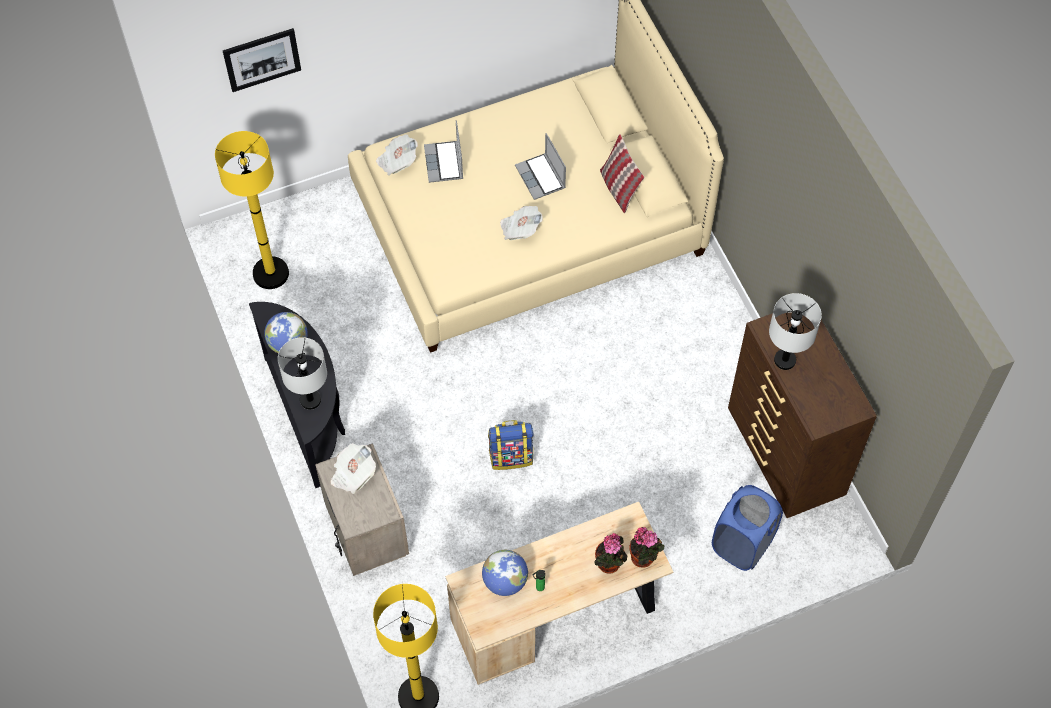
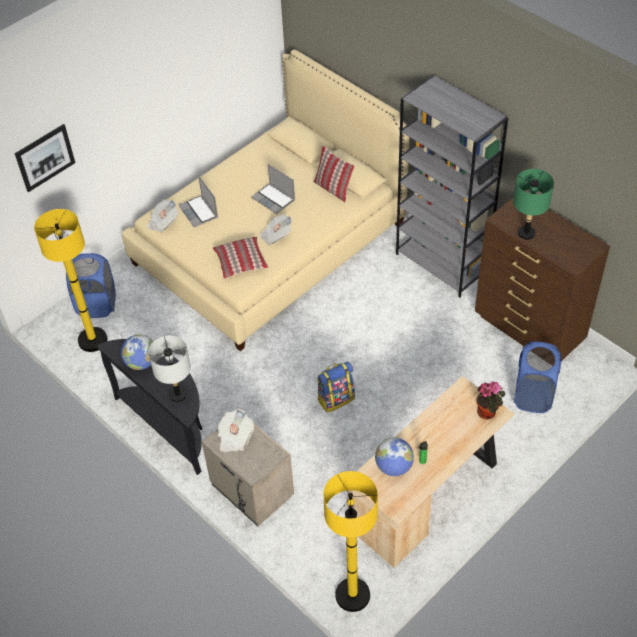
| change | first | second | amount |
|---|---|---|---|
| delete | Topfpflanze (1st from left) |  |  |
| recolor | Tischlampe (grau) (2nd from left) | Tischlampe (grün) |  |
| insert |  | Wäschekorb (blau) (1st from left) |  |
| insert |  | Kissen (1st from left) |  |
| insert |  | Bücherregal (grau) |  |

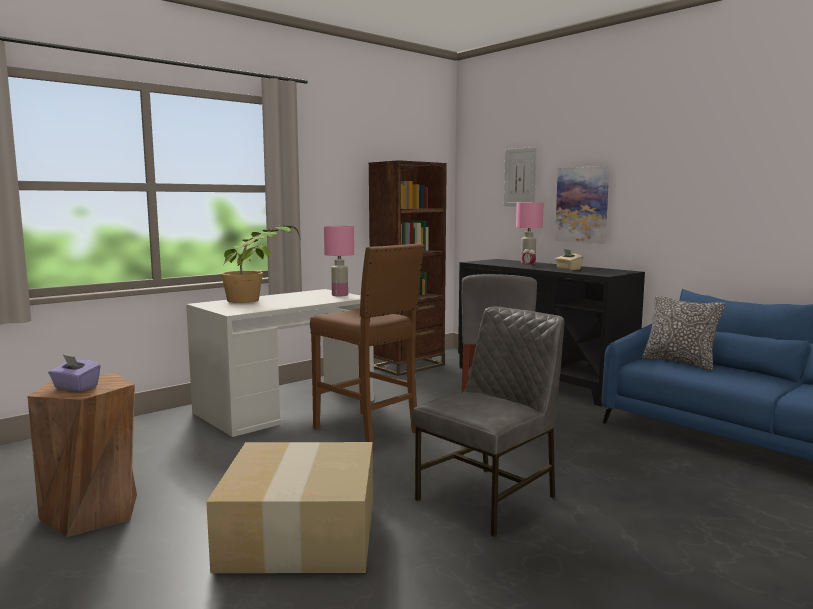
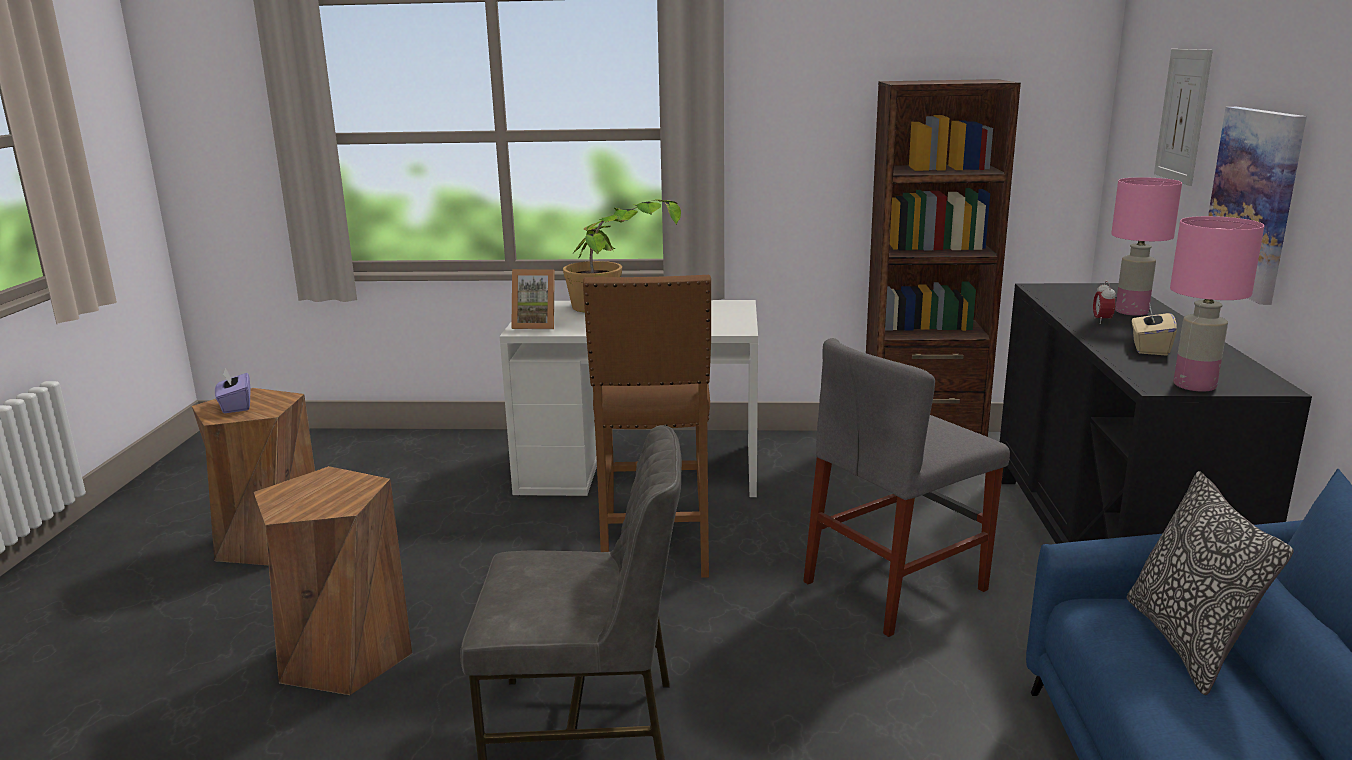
| change | first | second | amount |
|---|---|---|---|
| replace | Karton | Hocker (braun) (2nd from left) |  |
| move | Tischlampe (rosa) (1st from left in the first image) | Tischlampe (rosa) (2nd from left) |  |
| insert |  | Bilderrahmen |  |

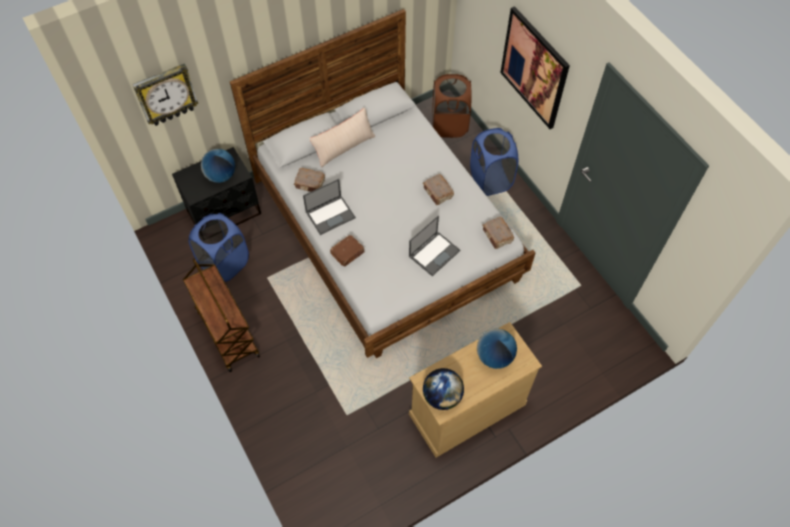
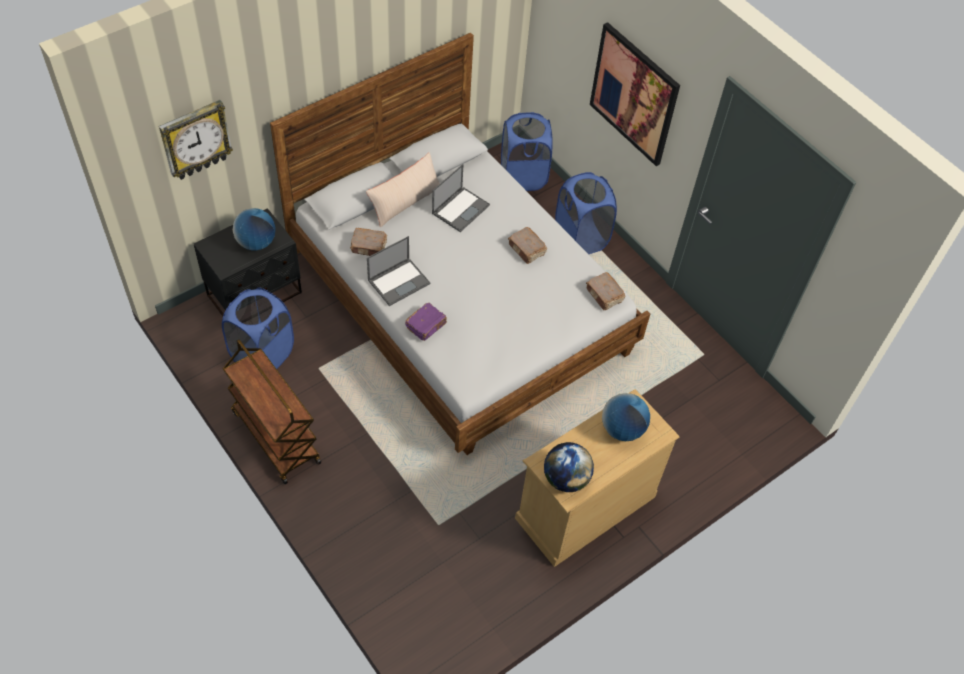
| change | first | second | amount |
|---|---|---|---|
| recolor | Buch (braun) (2nd from left) | Buch (lila) |  |
| move | Laptop (2nd from left) |  |  |
| recolor | Wäschekorb (braun) | Wäschekorb (blau) (2nd from left) |  |

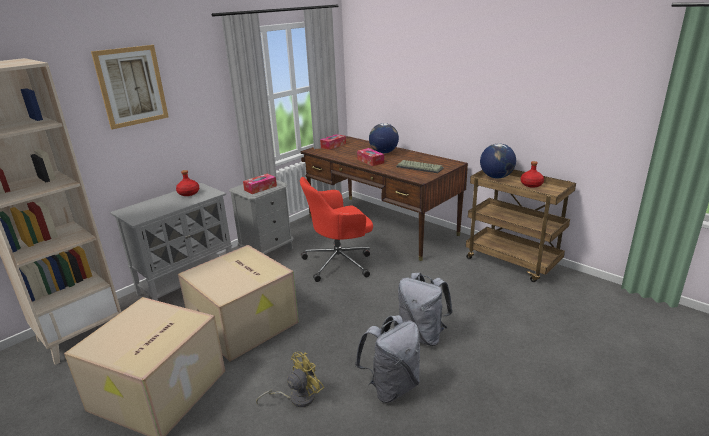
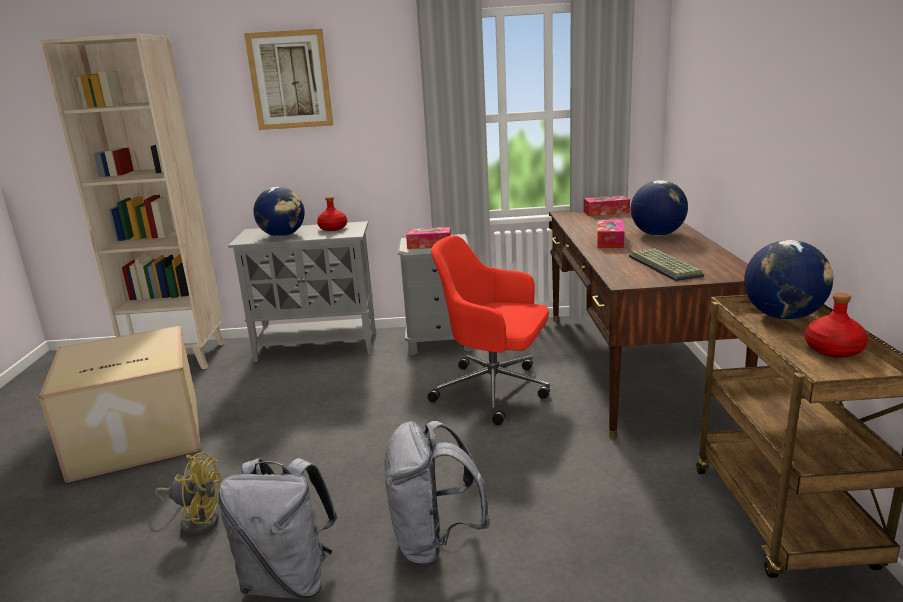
| change | first | second | amount |
|---|---|---|---|
| delete | Karton (2nd from left) |  |  |
| insert |  | Globus (1st from left) |  |

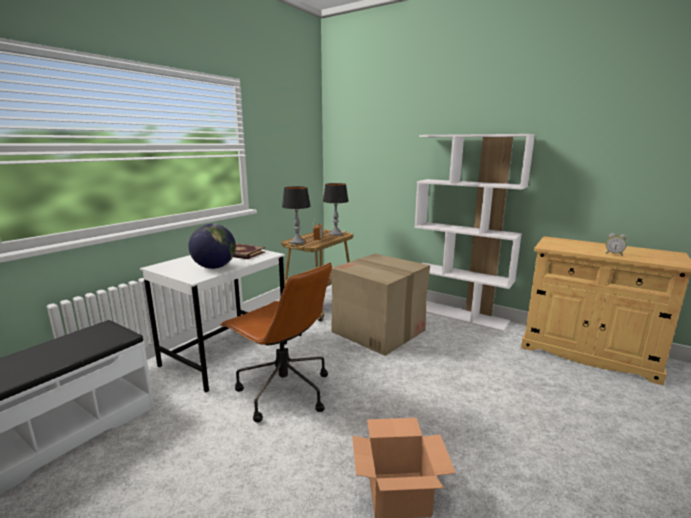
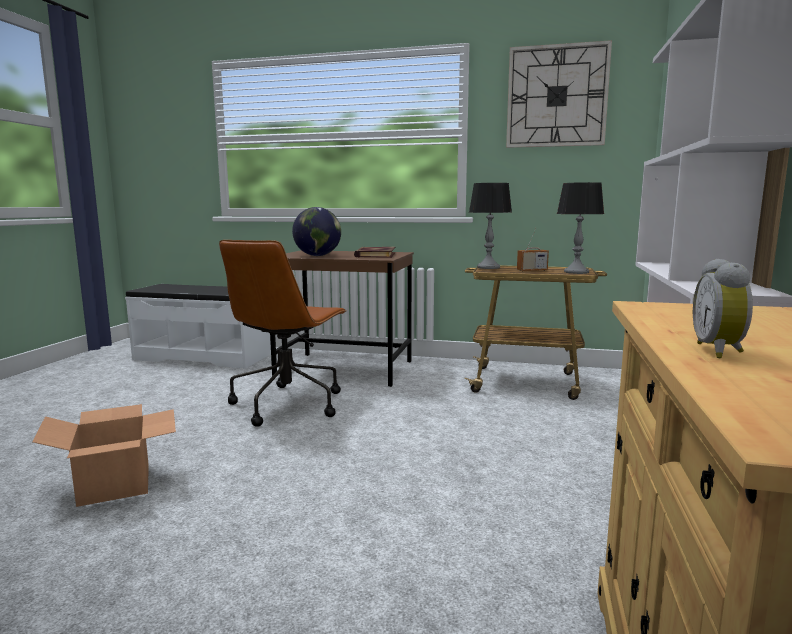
| change | first | second | amount |
|---|---|---|---|
| recolor | Schreibtisch (weiß) | Schreibtisch (braun) |  |
| delete | Karton (1st from left) |  |  |
| insert |  | Wanduhr |  |

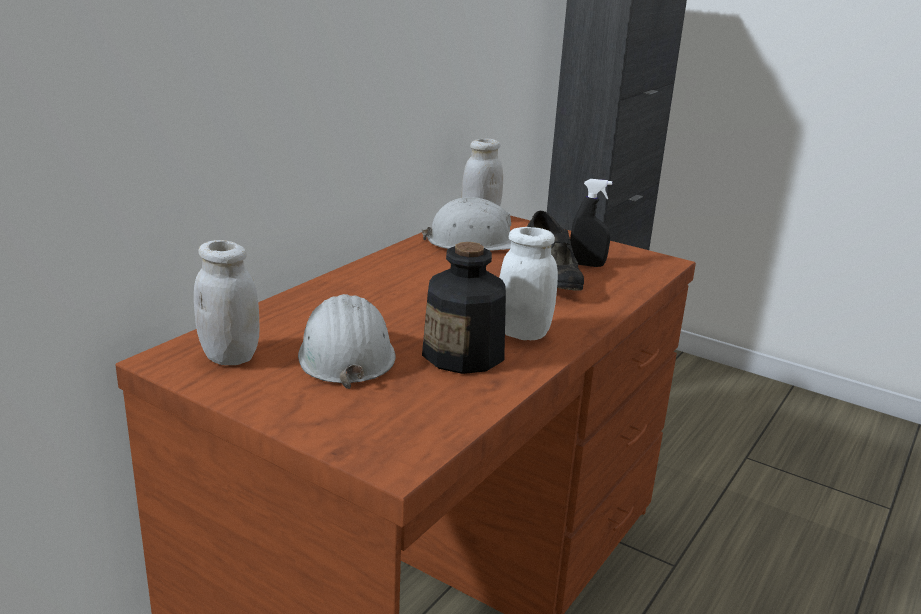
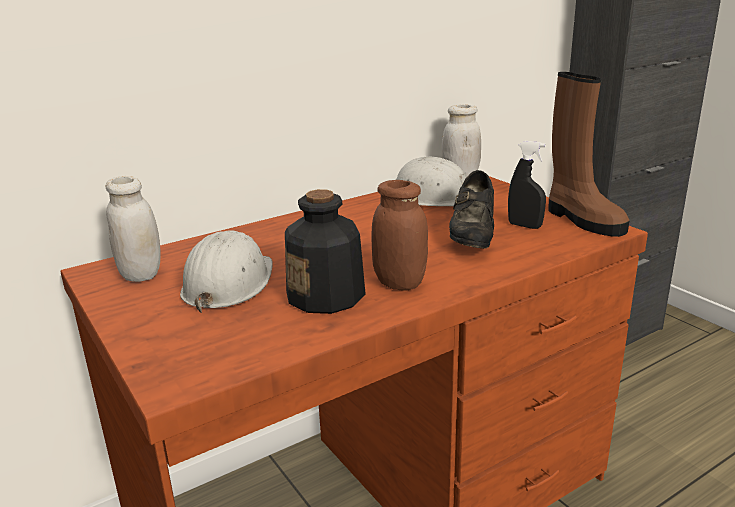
| change | first | second | amount |
|---|---|---|---|
| recolor | Vorratsglas (weiß) (3rd from left) | Vorratsglas (braun) |  |
| insert |  | Stiefel (braun) |  |

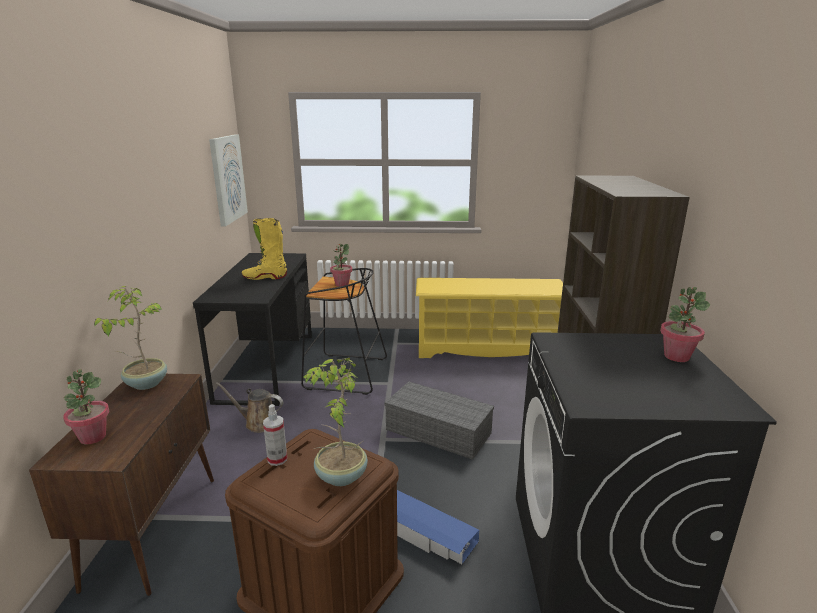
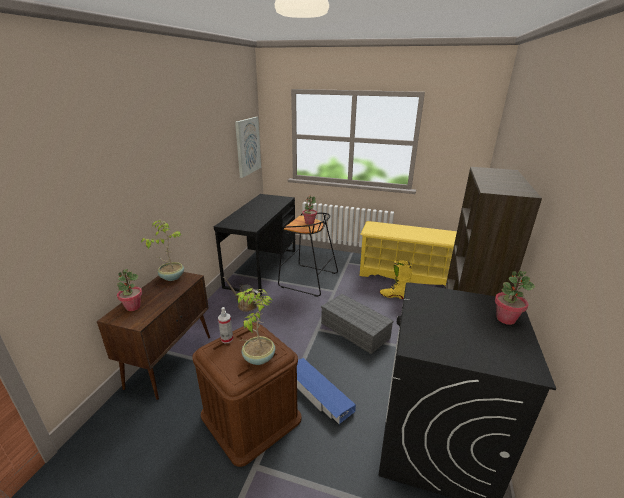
| change | first | second | amount |
|---|---|---|---|
| move | Stiefel (gelb) |  |  |

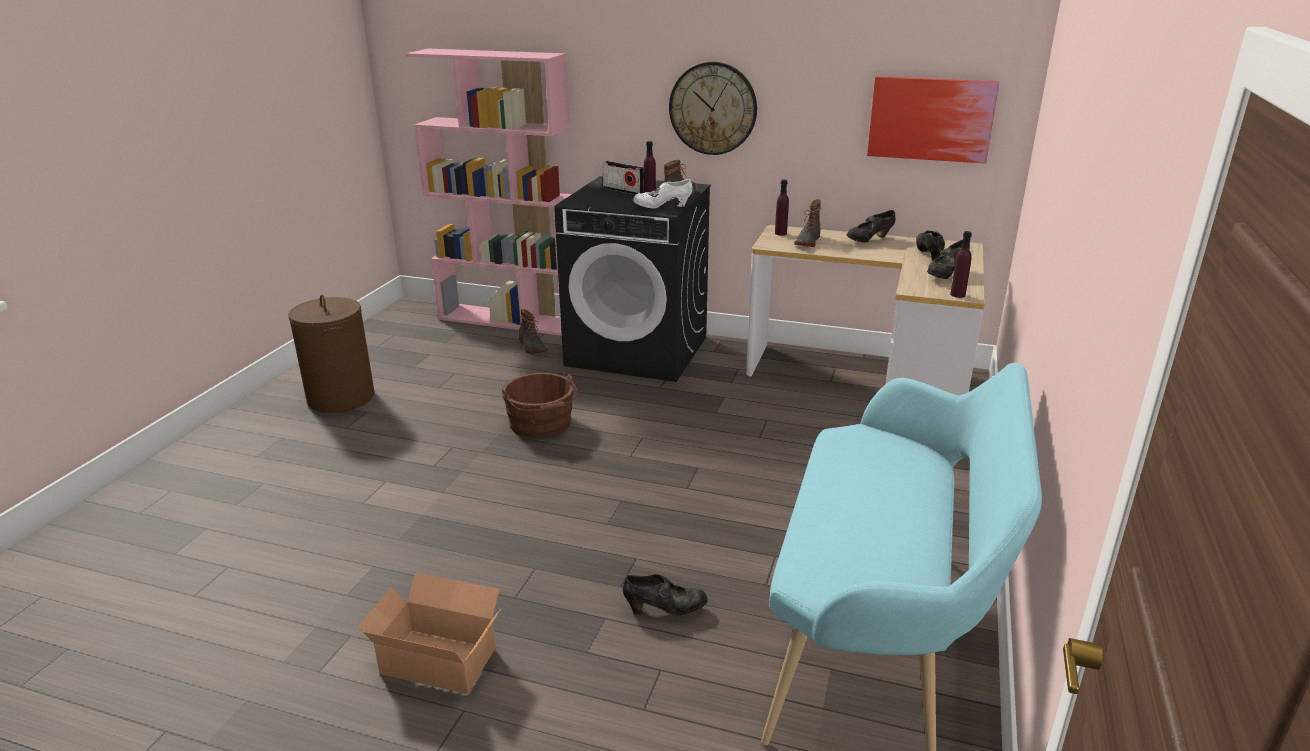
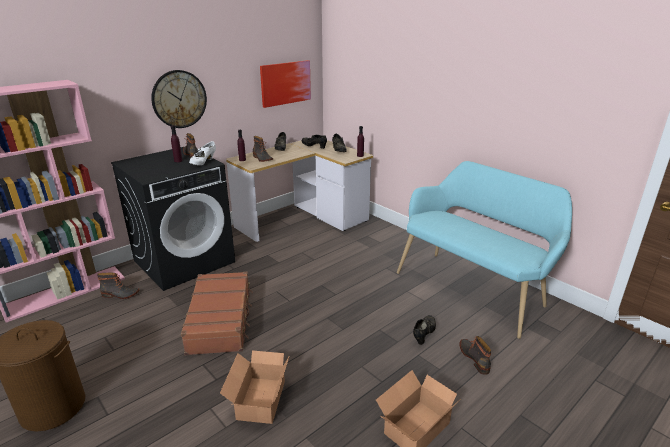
| change | first | second | amount |
|---|---|---|---|
| replace | Eimer (braun) | Koffer (braun) |  |
| delete | Radio |  |  |
| insert |  | Karton (1st from left) |  |
| insert |  | Stiefel (4th from left) |  |

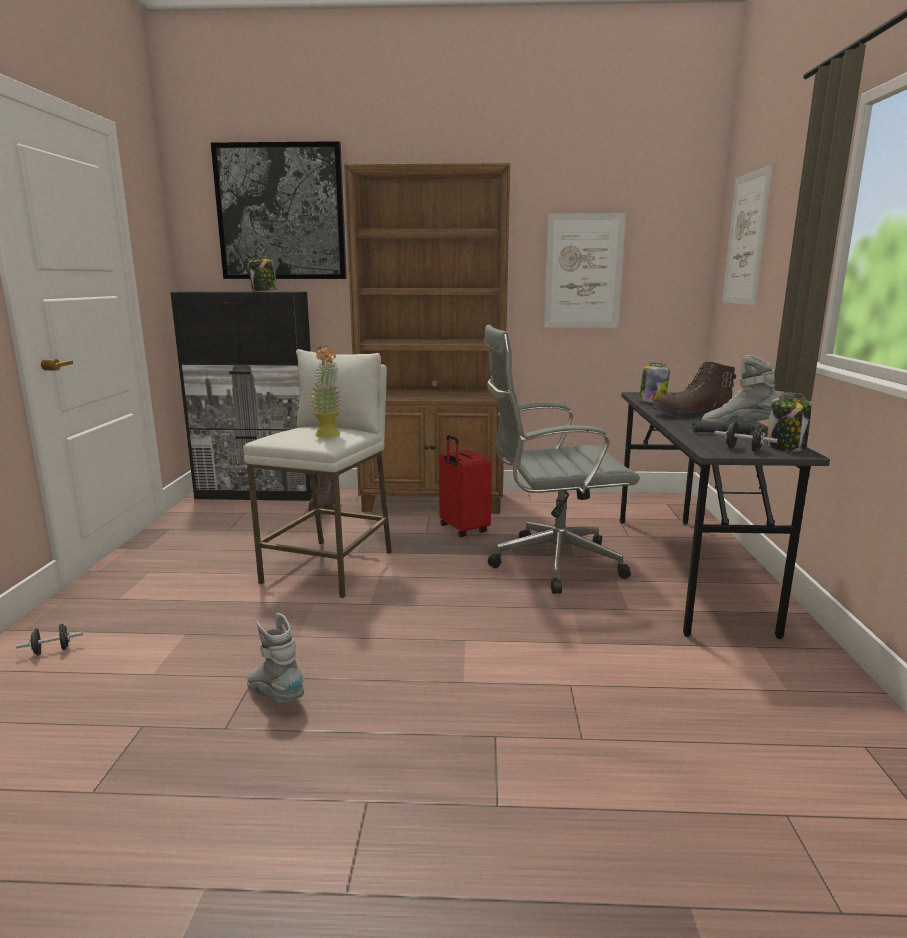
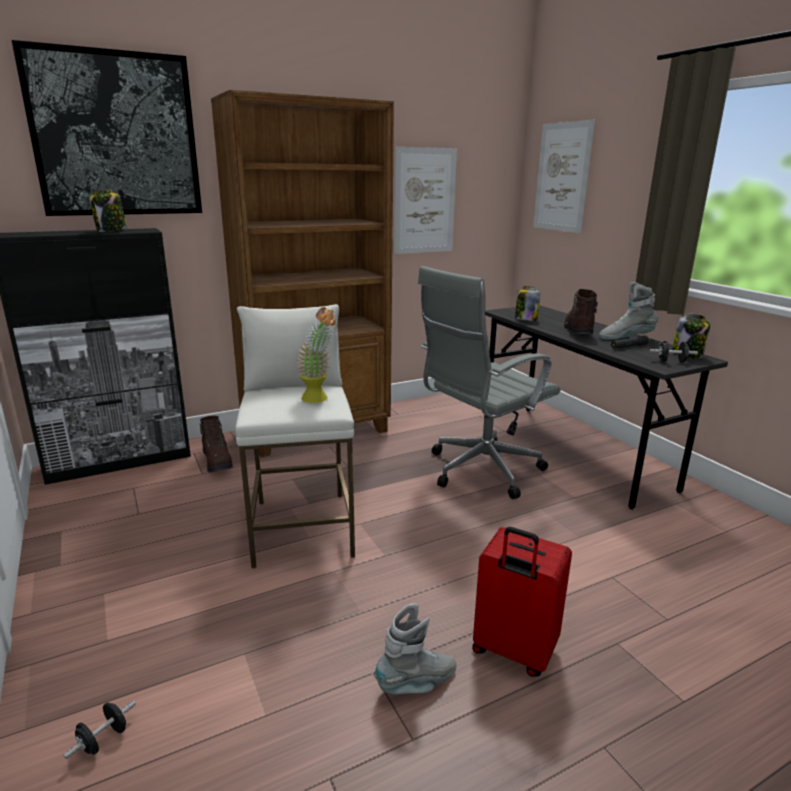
| change | first | second | amount |
|---|---|---|---|
| rotate | Stiefel (grau) (1st from left) |  | 135 degrees clockwise |
| move | Koffer (rot) |  |  |
| rotate | Stiefel (braun) (2nd from left) |  | 135 degrees clockwise |

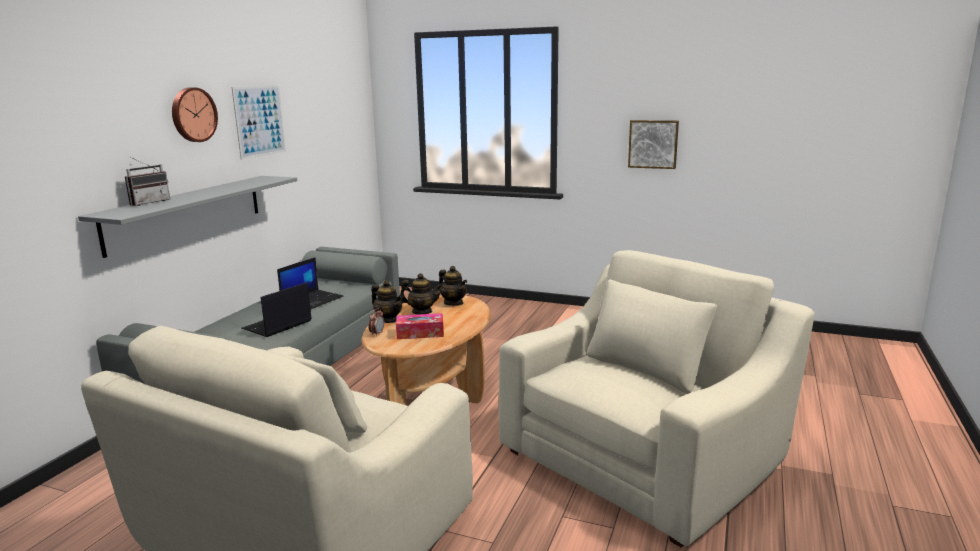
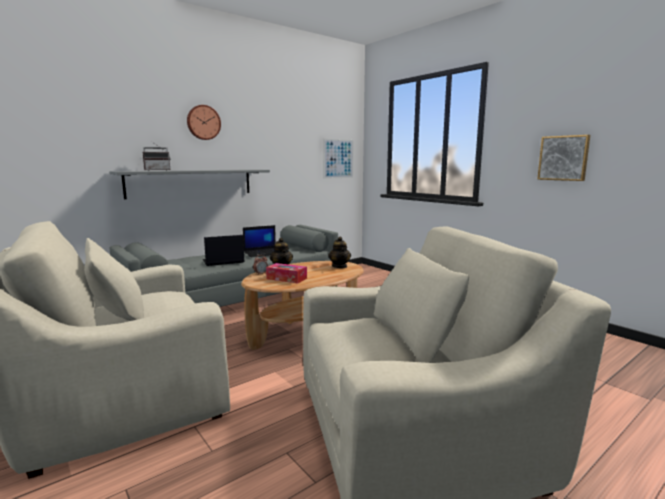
| change | first | second | amount |
|---|---|---|---|
| move | Bild (1st from left) |  |  |
| delete | Teekanne (2nd from left) |  |  |

